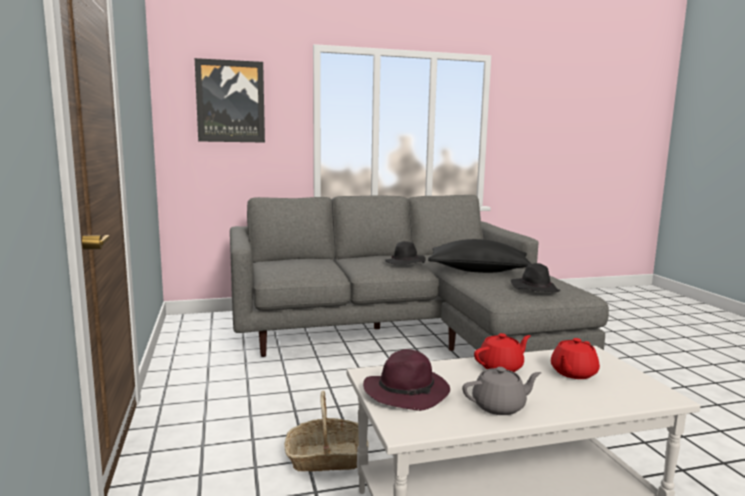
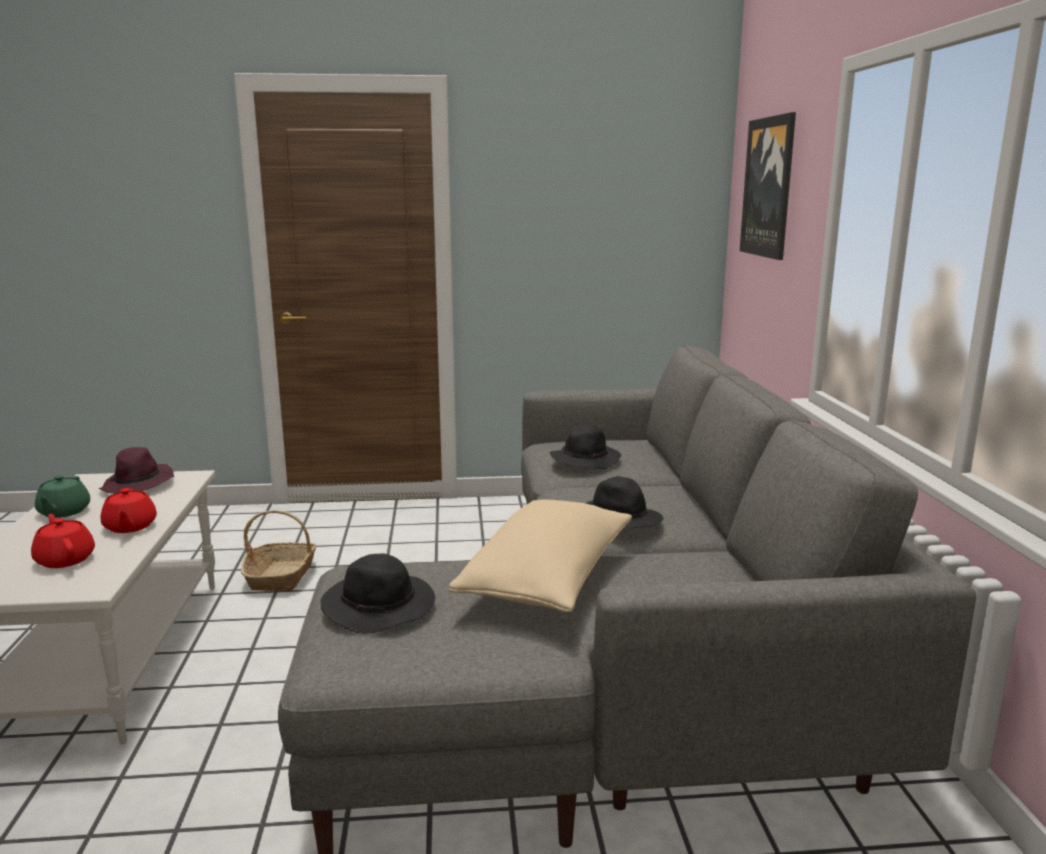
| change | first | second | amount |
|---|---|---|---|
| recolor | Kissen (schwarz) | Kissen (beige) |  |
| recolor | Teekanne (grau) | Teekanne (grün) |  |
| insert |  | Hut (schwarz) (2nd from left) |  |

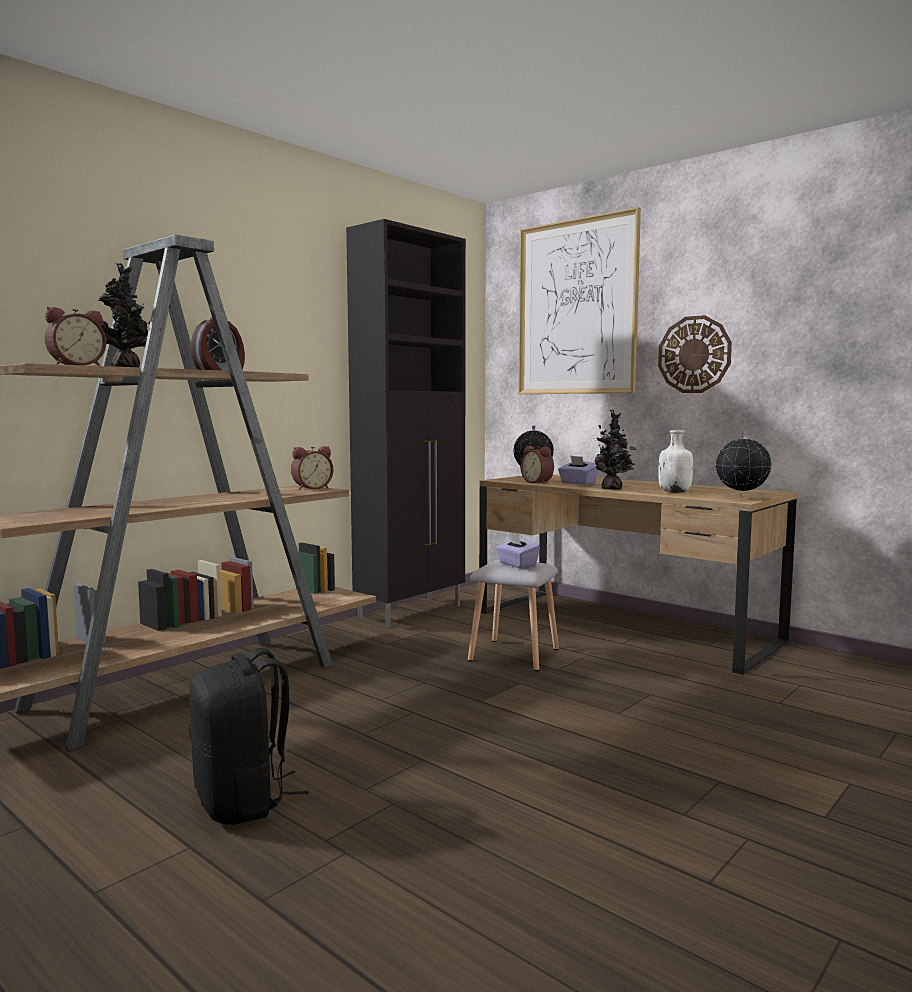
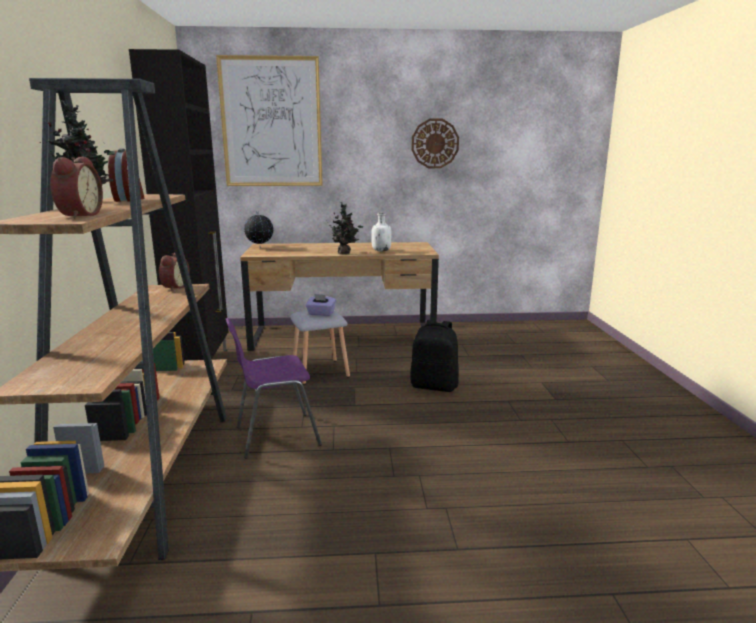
| change | first | second | amount |
|---|---|---|---|
| move | Rucksack (schwarz) |  |  |
| delete | Wecker (4th from left) |  |  |
| delete | Taschentuchbox (lila) (2nd from left) |  |  |
| move | Wanduhr |  |  |
| delete | Globus (2nd from left) |  |  |
| insert |  | Stuhl (lila) |  |

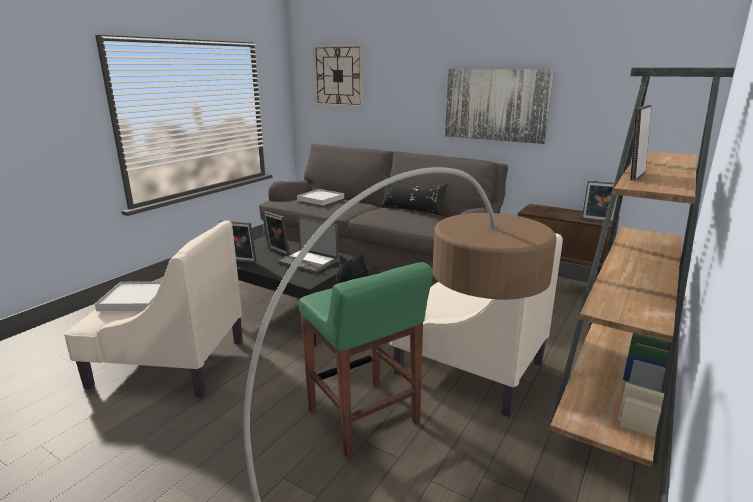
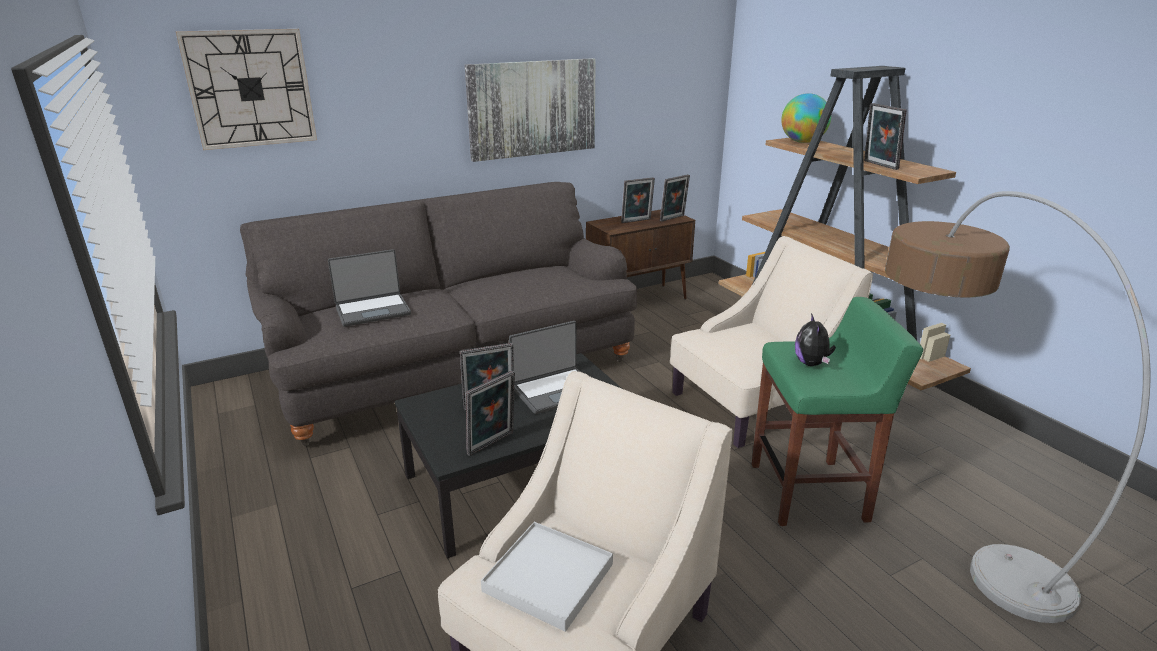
| change | first | second | amount |
|---|---|---|---|
| replace | Tablett (weiß) (2nd from left) | Laptop (1st from left) |  |
| delete | Kissen (schwarz) |  |  |
| insert |  | Bilderrahmen (3rd from left) |  |
| insert |  | Globus |  |

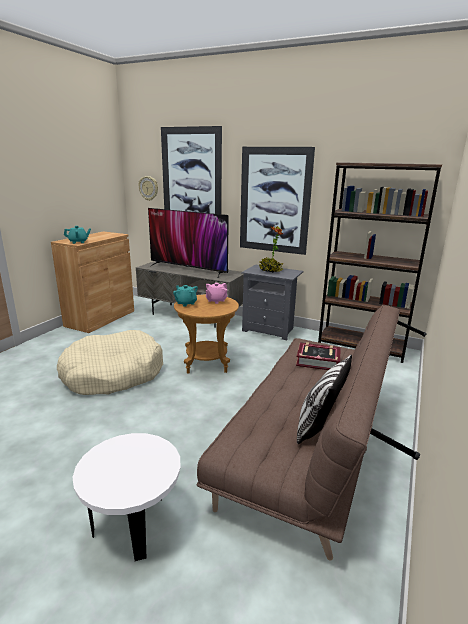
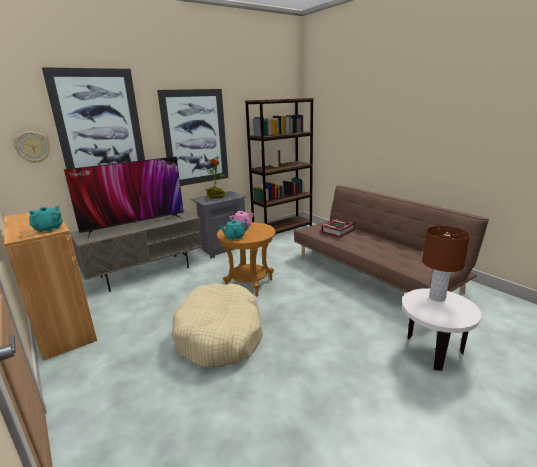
| change | first | second | amount |
|---|---|---|---|
| delete | Kissen |  |  |
| insert |  | Tischlampe (braun) |  |

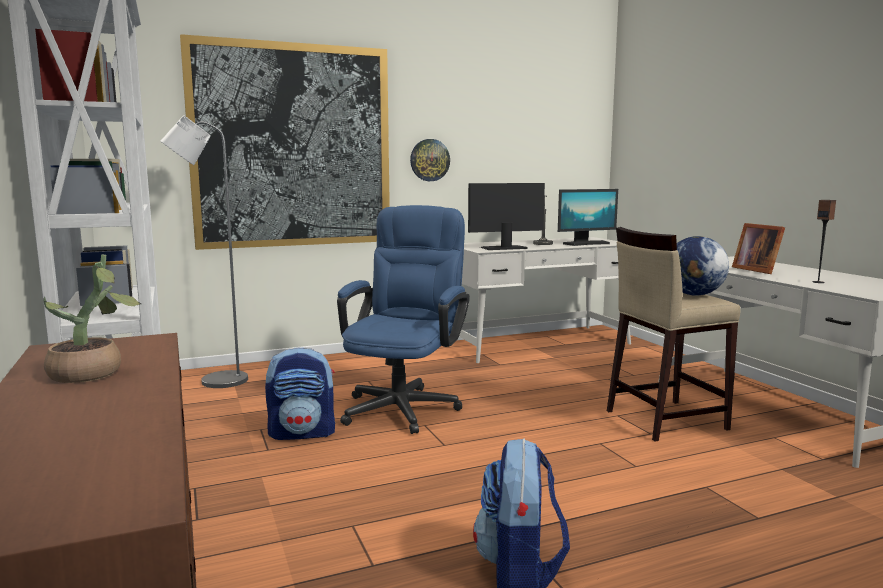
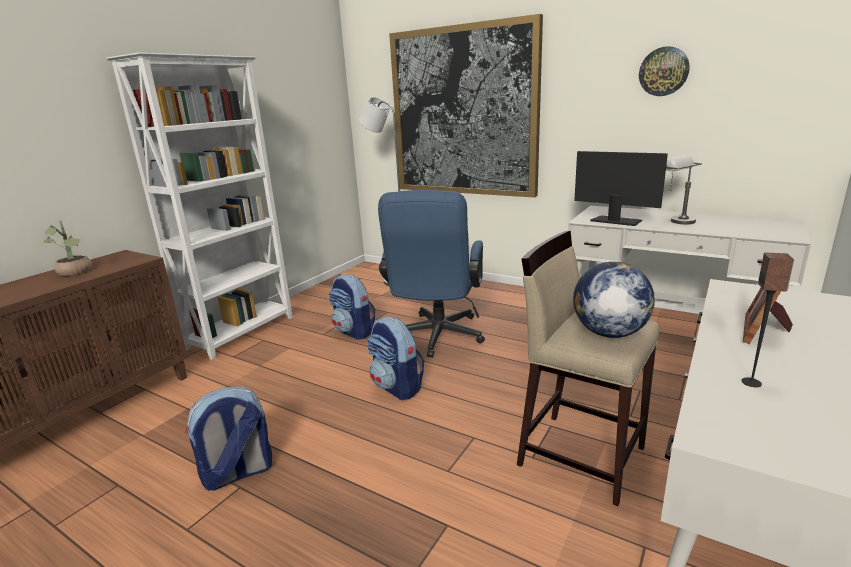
| change | first | second | amount |
|---|---|---|---|
| rotate | Bürostuhl (blau) |  | 120 degrees clockwise |
| move | Wanduhr |  |  |
| delete | Monitor (2nd from left) |  |  |
| insert |  | Rucksack (3rd from left) |  |

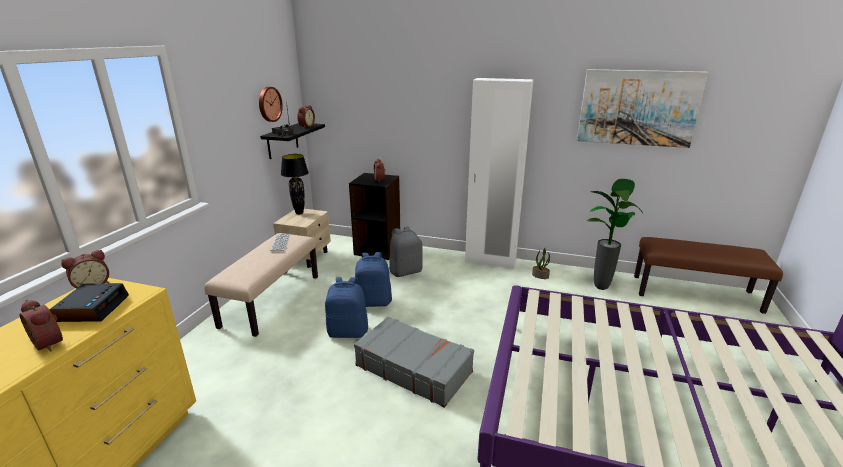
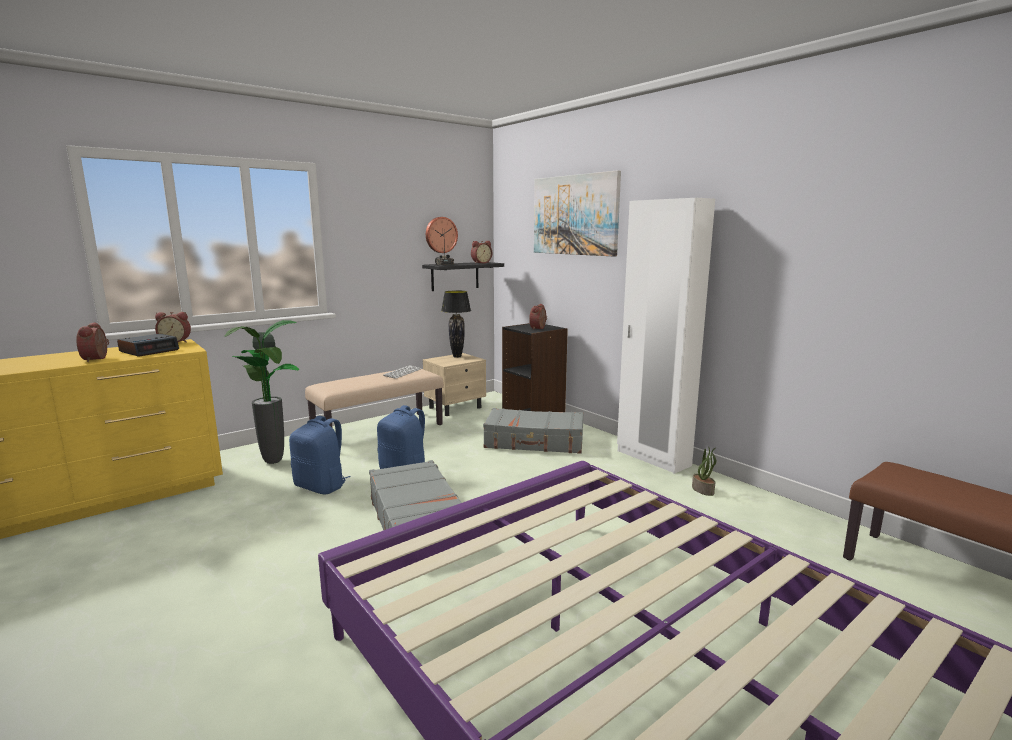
| change | first | second | amount |
|---|---|---|---|
| move | Rucksack (blau) (2nd from left in the first image) | Rucksack (blau) (1st from left) |  |
| replace | Rucksack (grau) | Koffer (grau) (2nd from left) |  |
| move | Bild |  |  |
| move | Topfpflanze (2nd from left in the first image) | Topfpflanze (1st from left) |  |

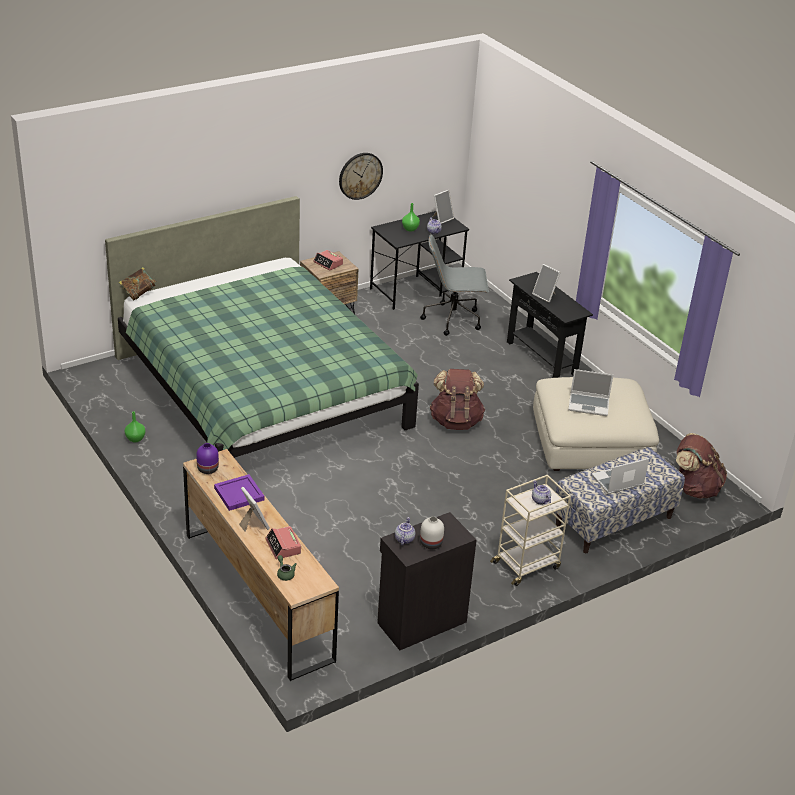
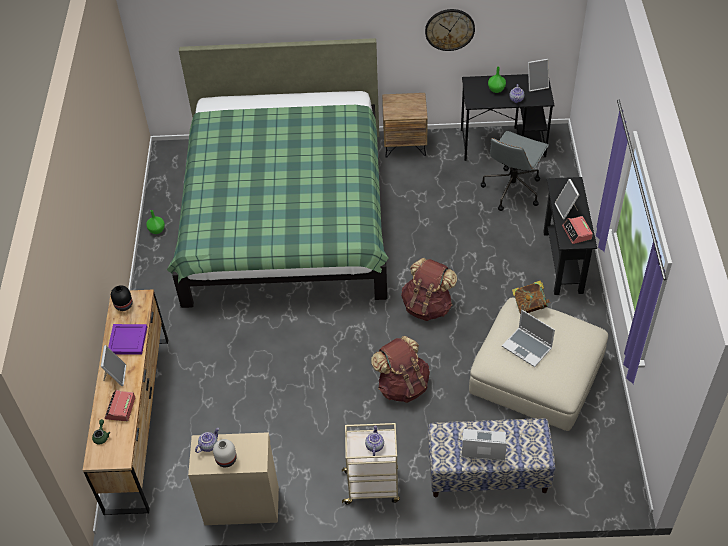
| change | first | second | amount |
|---|---|---|---|
| move | Buch |  |  |
| recolor | Vase (lila) | Vase (schwarz) |  |
| move | Wecker (2nd from left) |  |  |
| recolor | Schrank (schwarz) | Schrank (beige) |  |
| rotate | Bürostuhl (grau) |  | 90 degrees counterclockwise |
| move | Rucksack (braun) (2nd from left in the first image) | Rucksack (braun) (1st from left) |  |

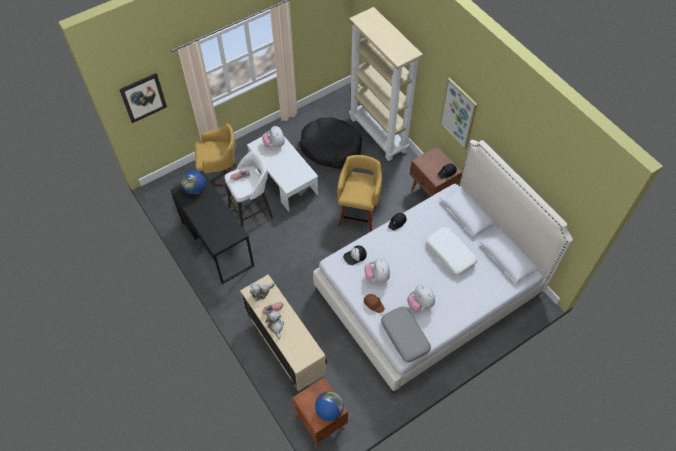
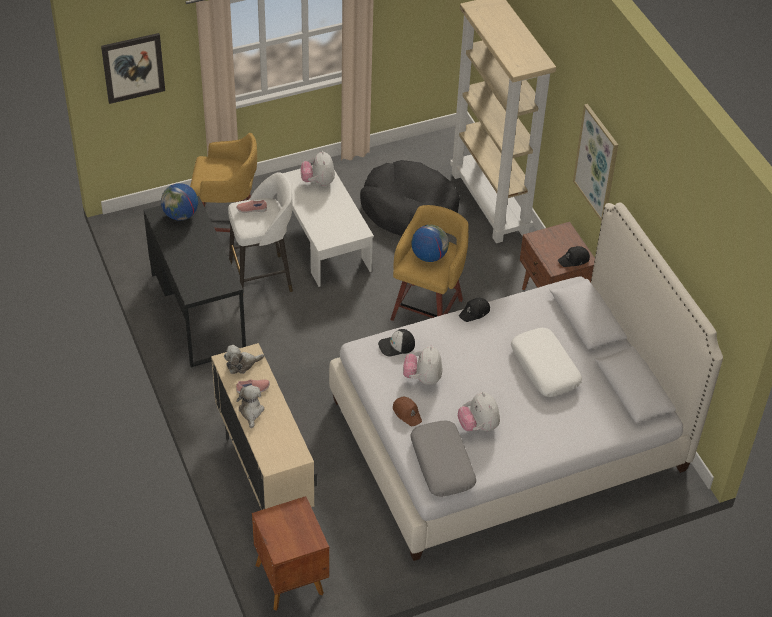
| change | first | second | amount |
|---|---|---|---|
| move | Globus (2nd from left) |  |  |

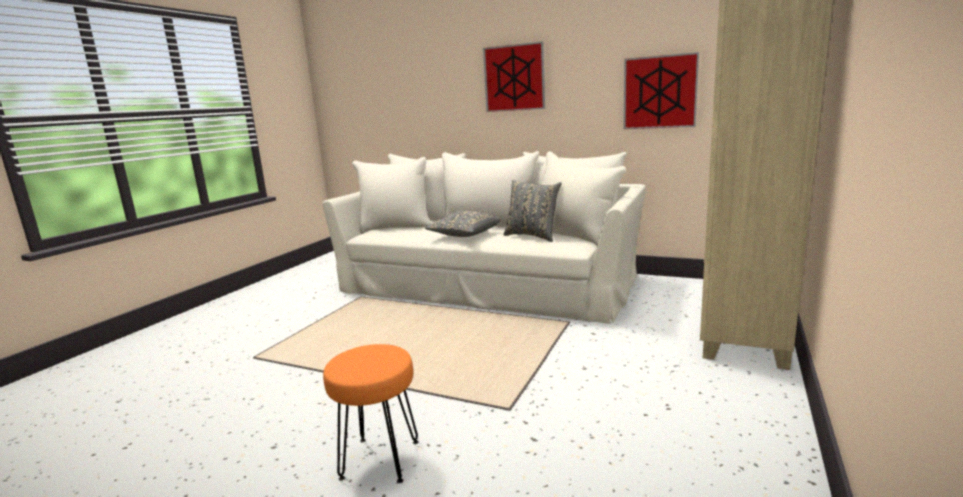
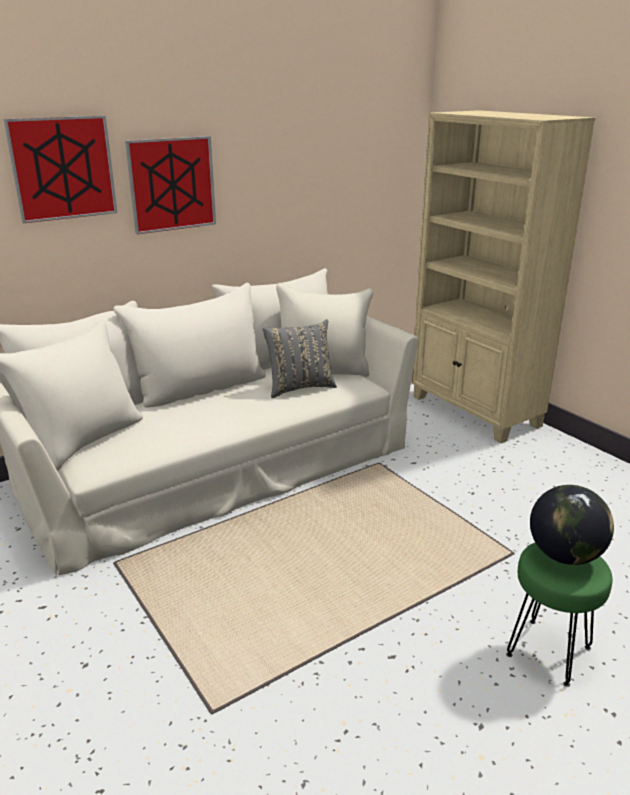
| change | first | second | amount |
|---|---|---|---|
| recolor | Hocker (orange) | Hocker (grün) |  |
| delete | Kissen (grau) (1st from left) |  |  |
| move | Bild (2nd from left in the first image) | Bild (1st from left) |  |
| insert |  | Globus |  |

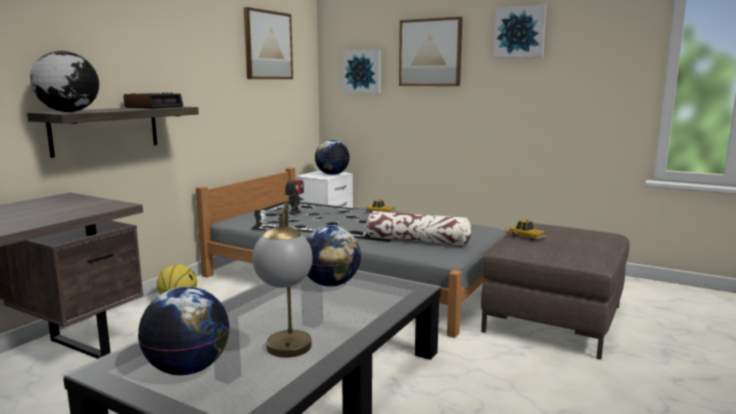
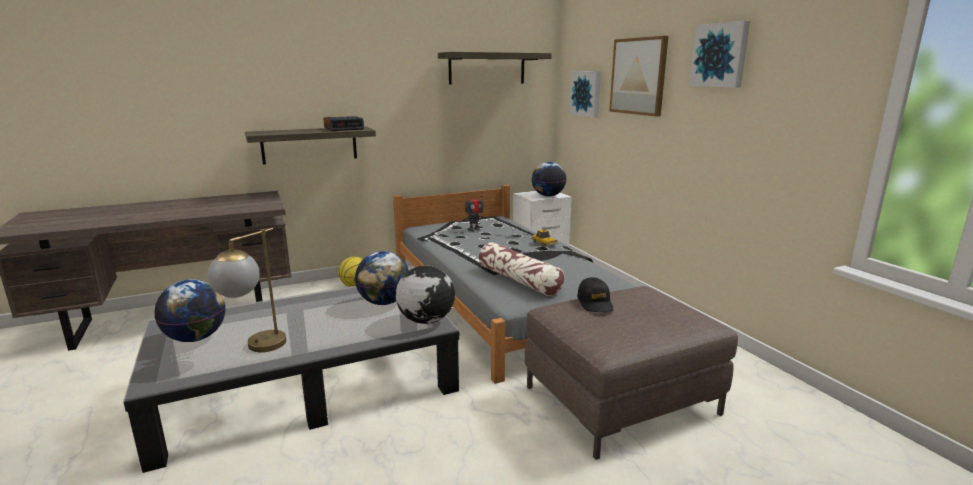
| change | first | second | amount |
|---|---|---|---|
| move | Globus (1st from left in the first image) | Globus (3rd from left) |  |
| replace | Bild (1st from left) | Wandregal (2nd from left) |  |
| replace | Spielzeugauto (2nd from left) | Kappe (schwarz) |  |

